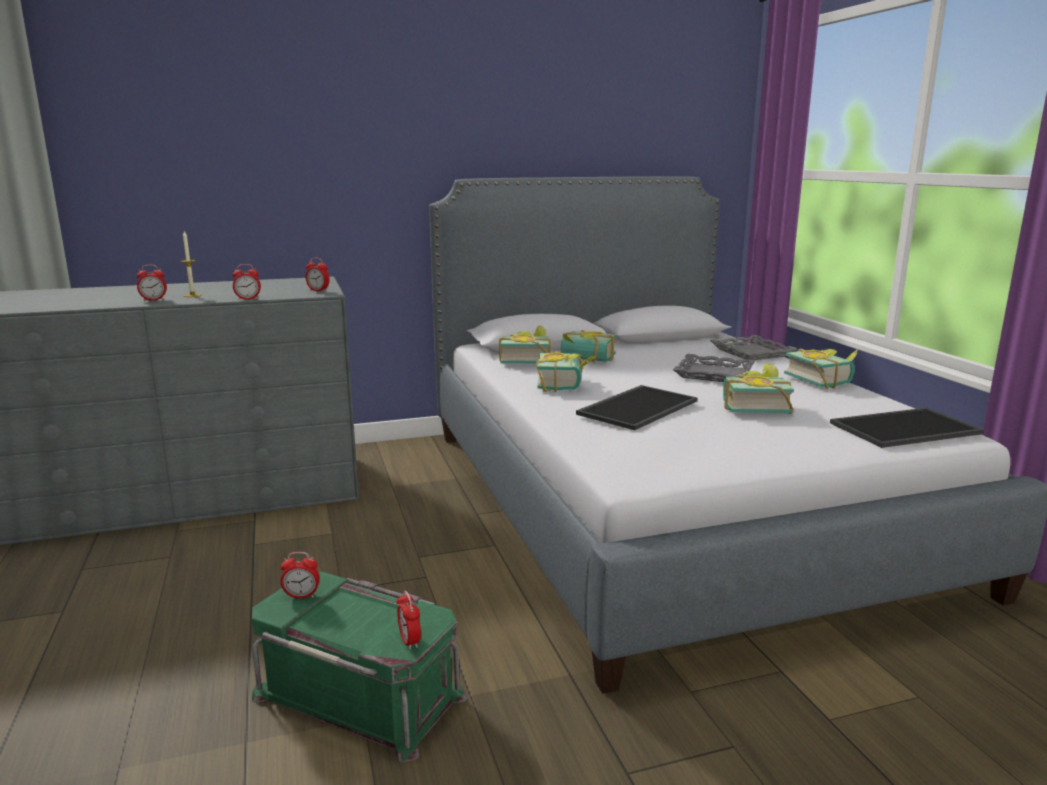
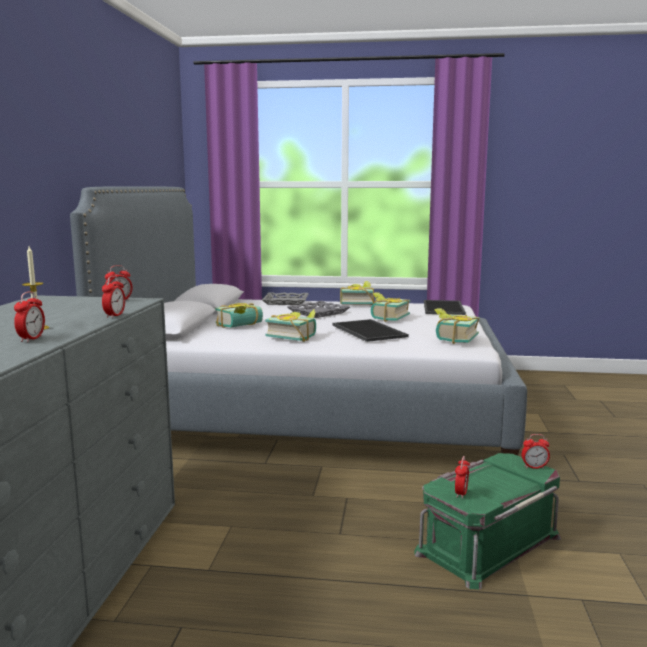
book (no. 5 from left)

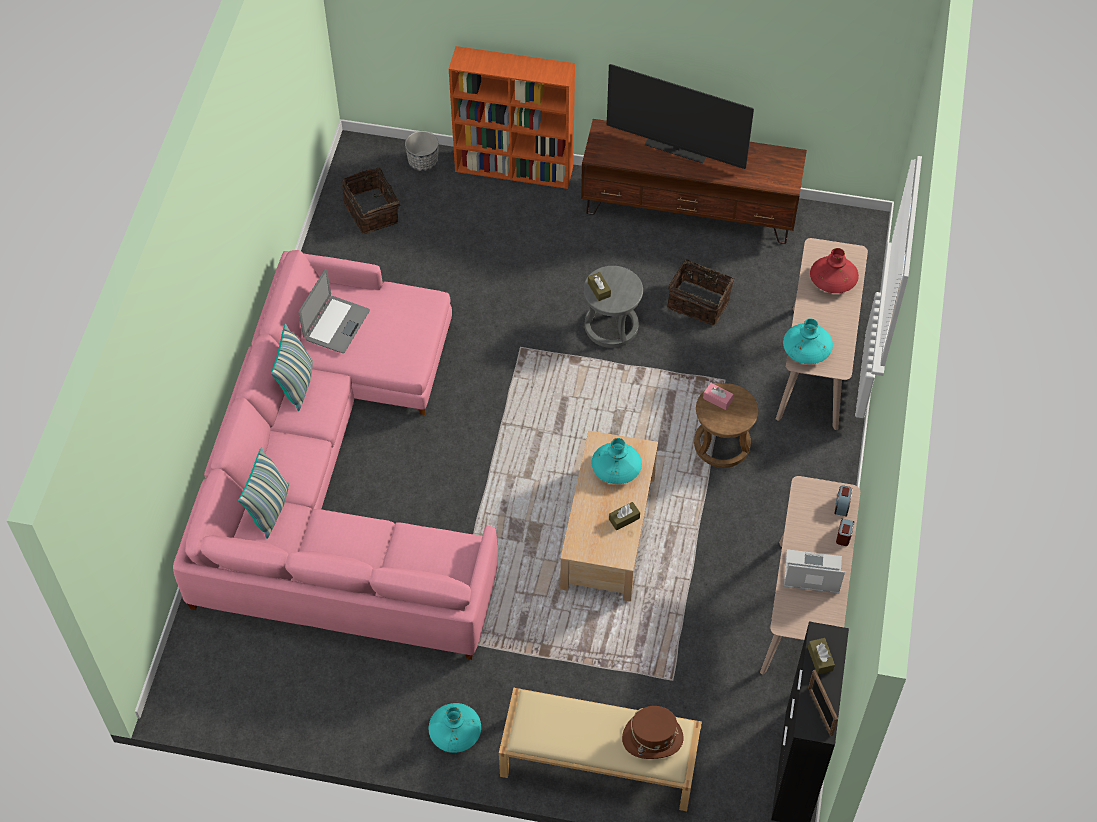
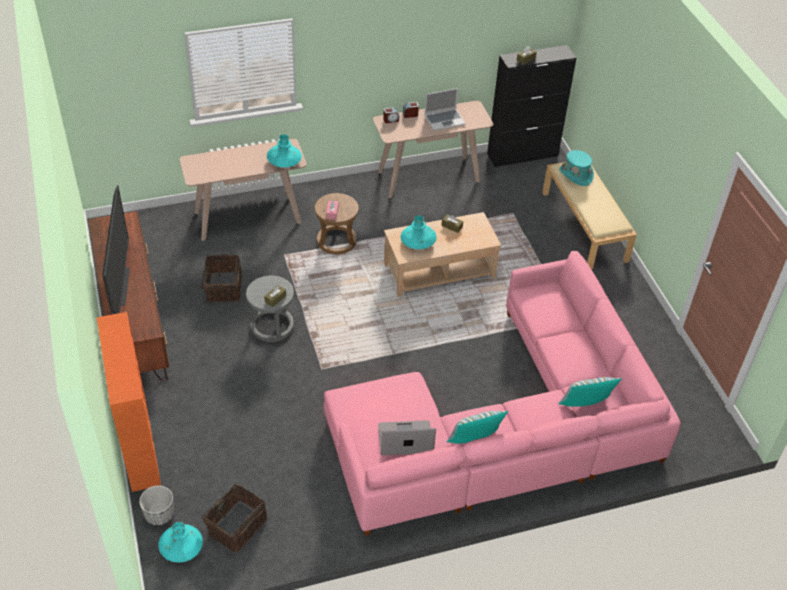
picture frame
vase (red)
vase (turquoise) (no. 1 from left)
hat (turquoise)
laptop (no. 2 from left)

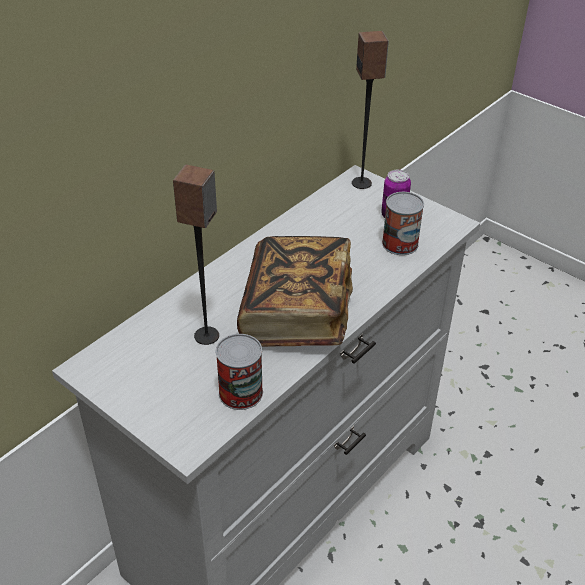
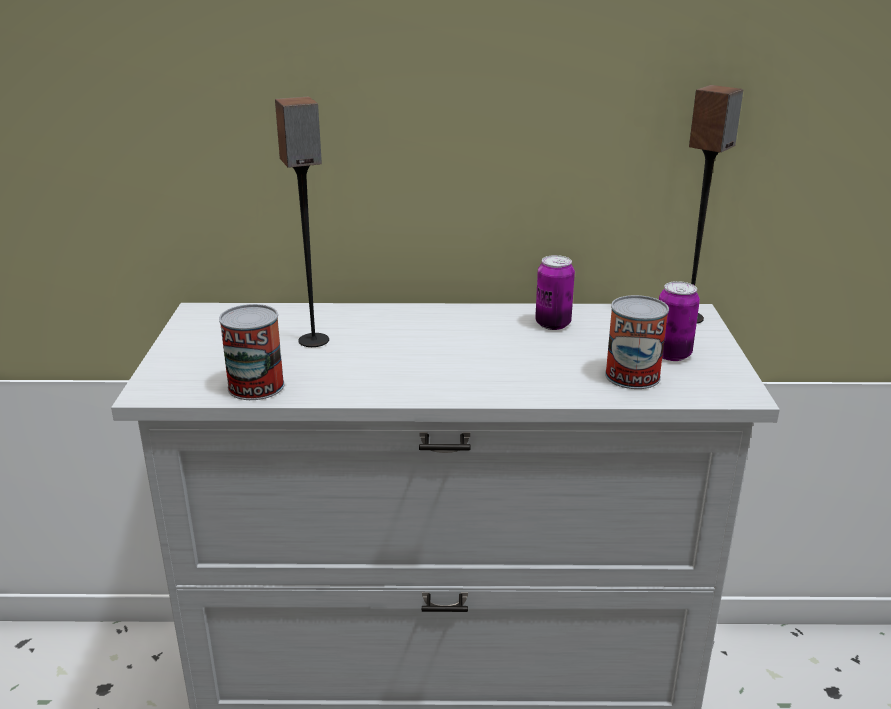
book
can (no. 2 from left)

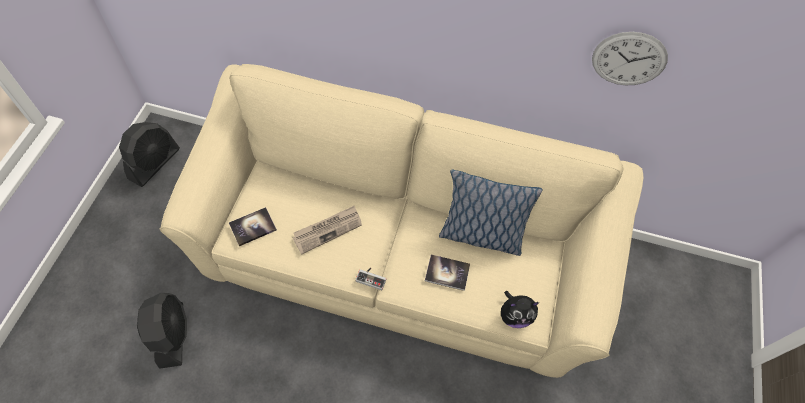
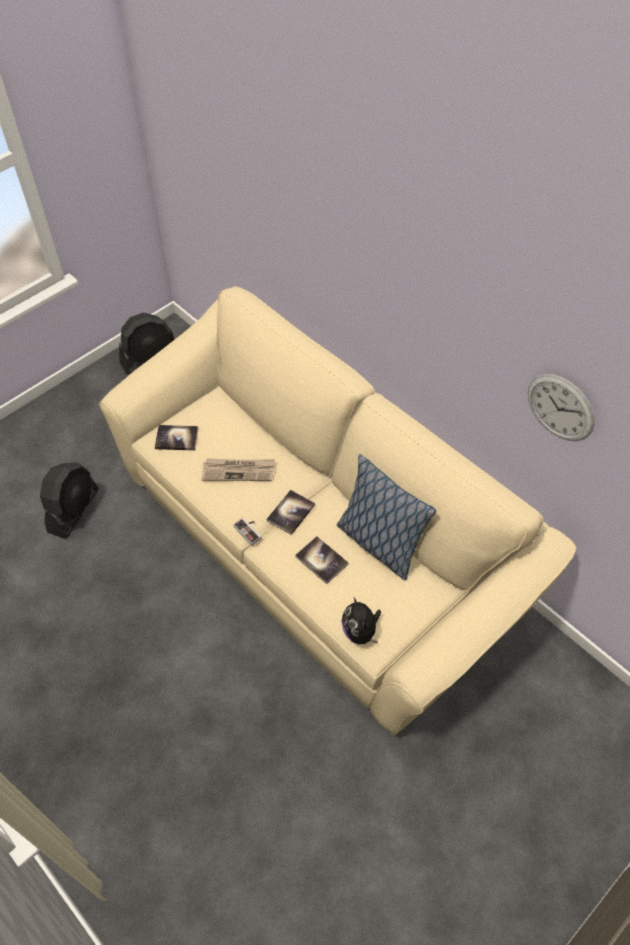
book (no. 2 from left)
plush toy

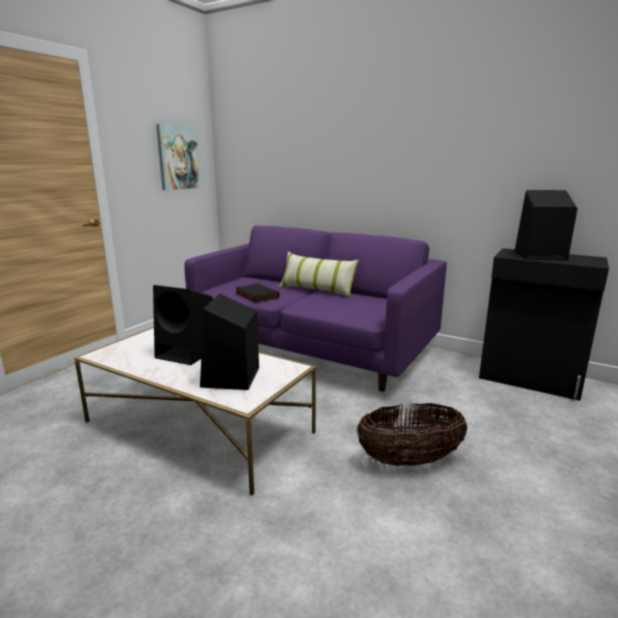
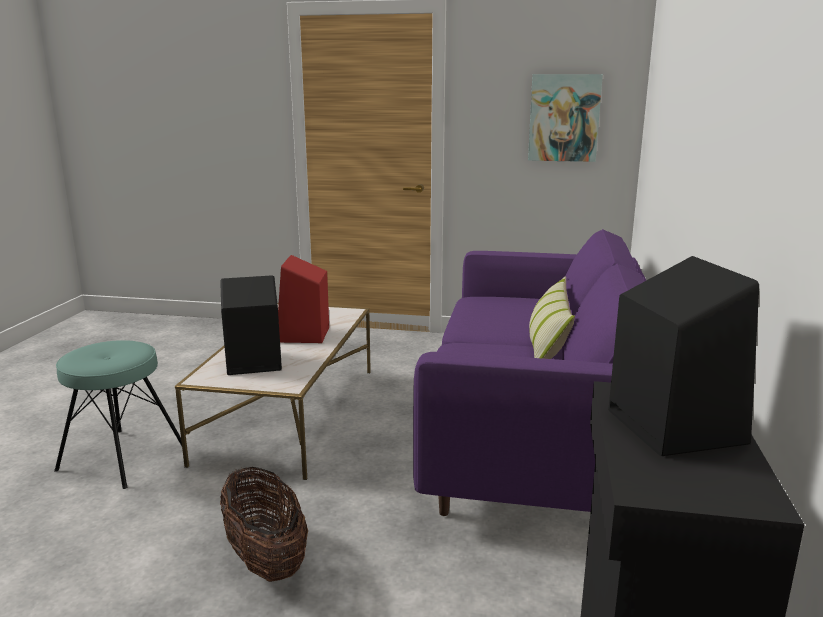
book (black)
stool (turquoise)
speaker (red)

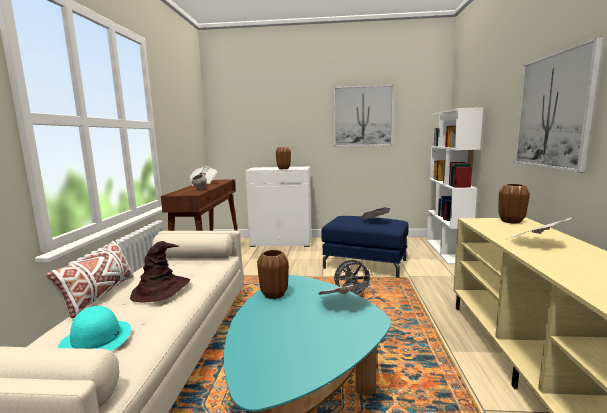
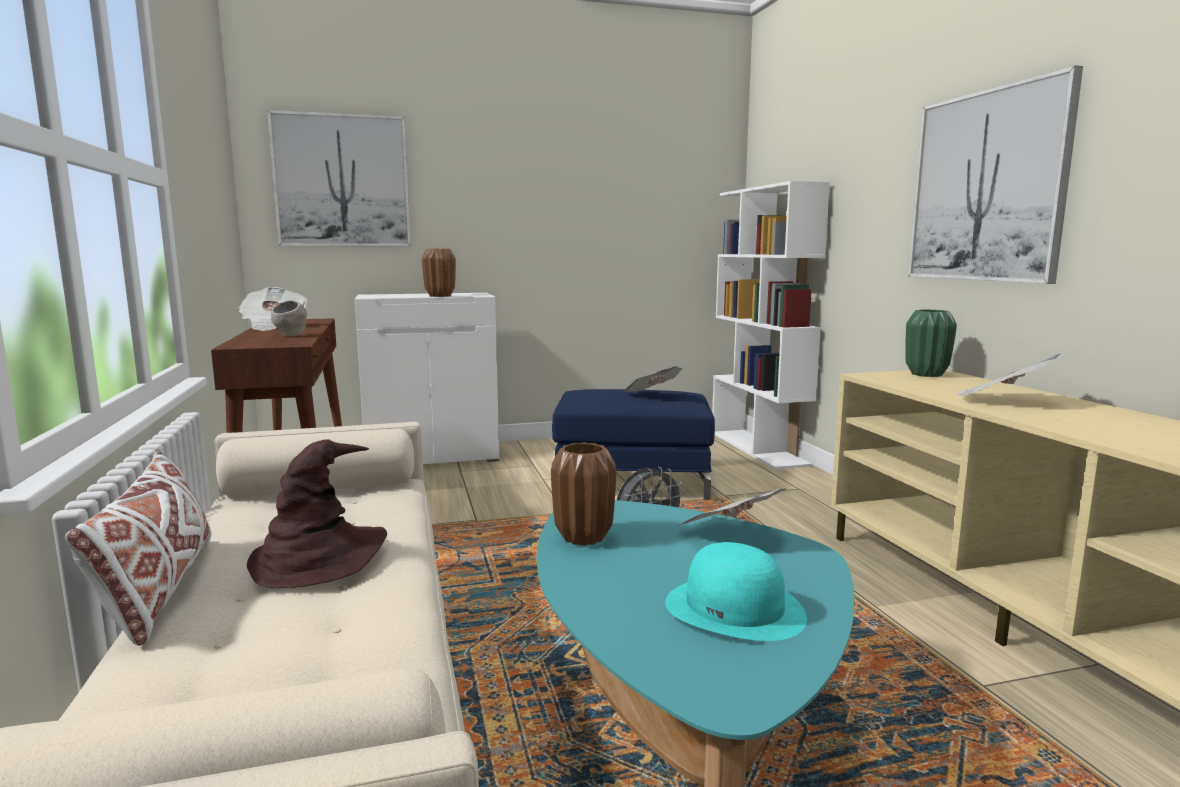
hat (turquoise)
picture (no. 1 from left)
vase (green)

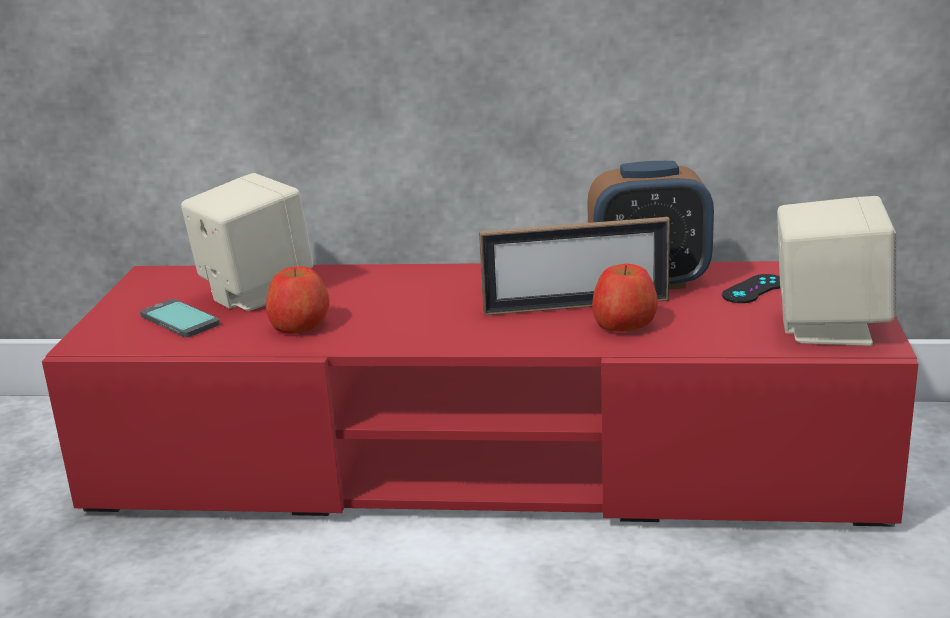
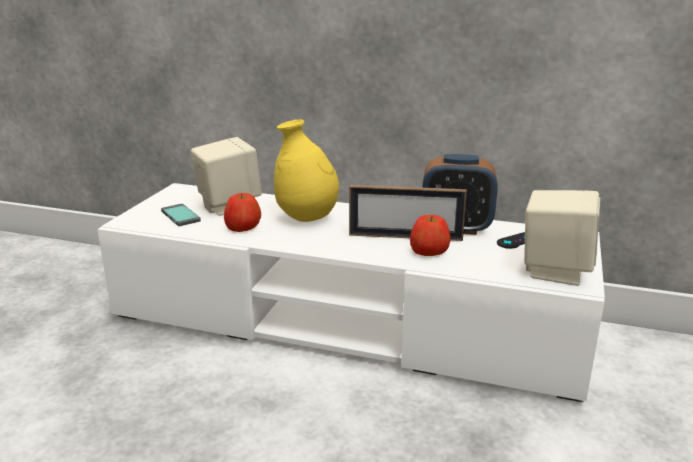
vase (yellow)
tv stand (white)

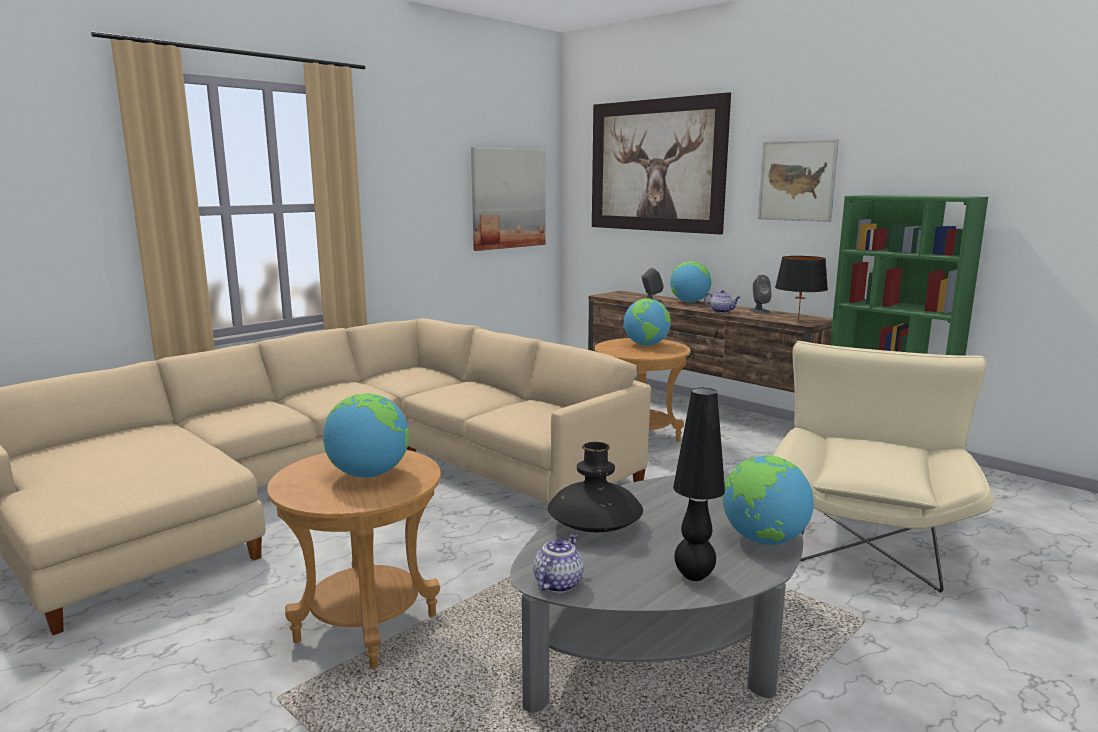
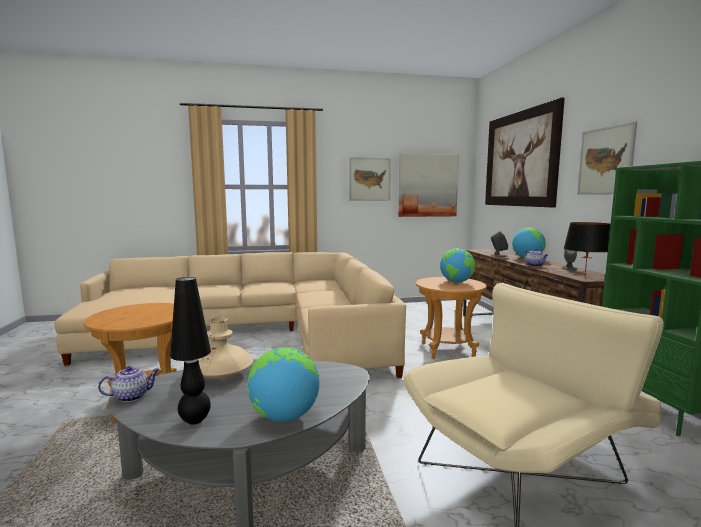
globe (no. 1 from left in the first image)
picture (no. 1 from left)
vase (beige)

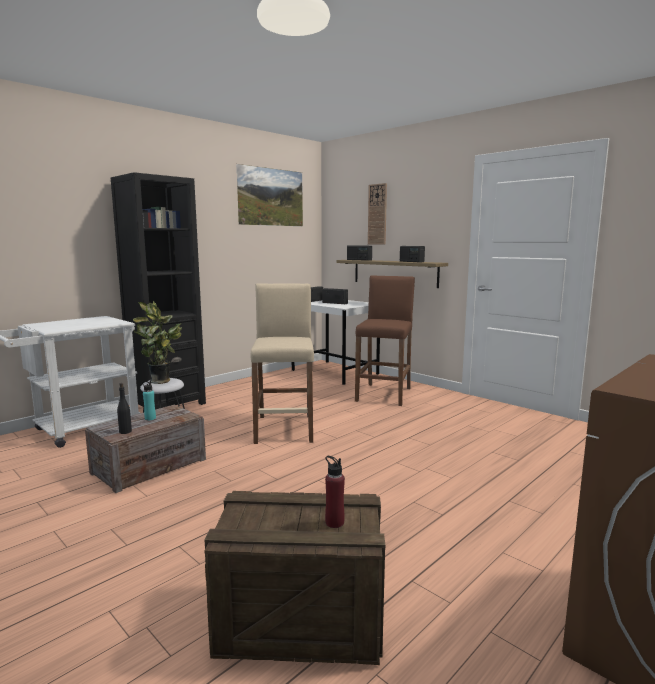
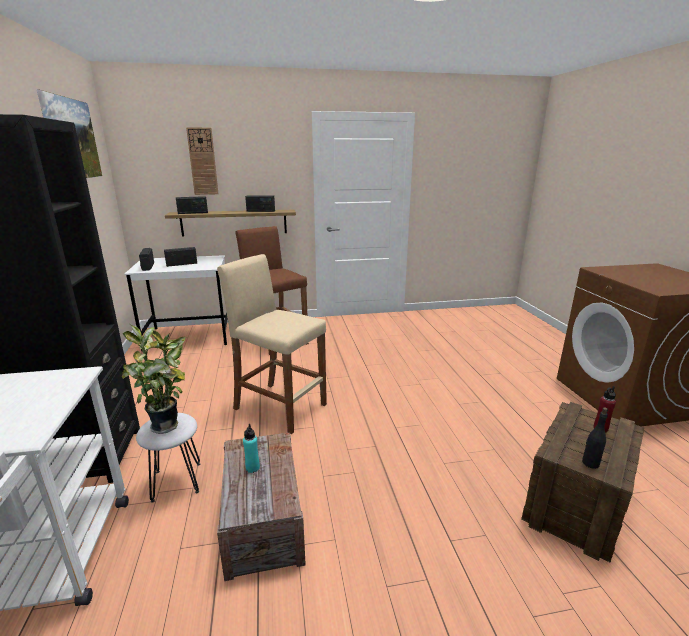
bottle (black)

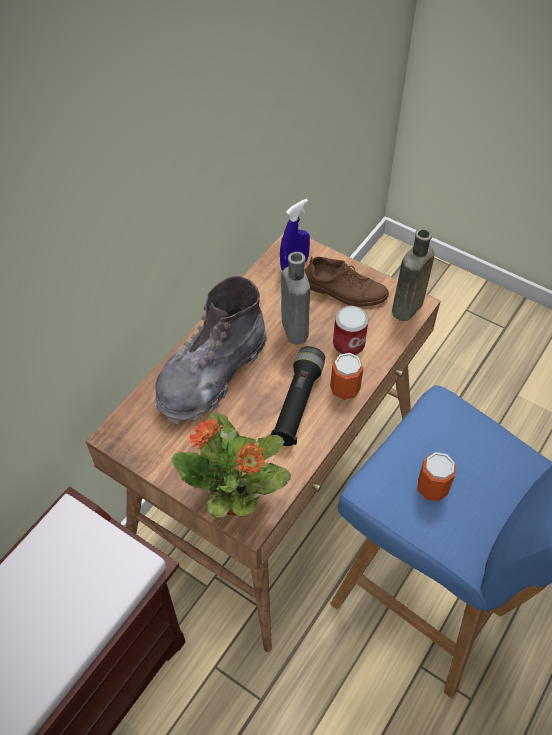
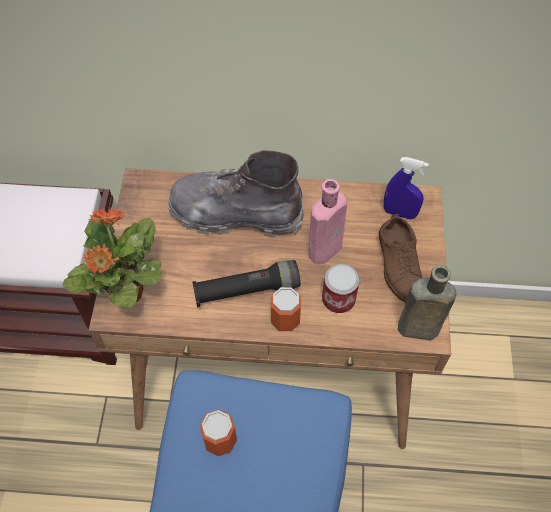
bottle (pink)

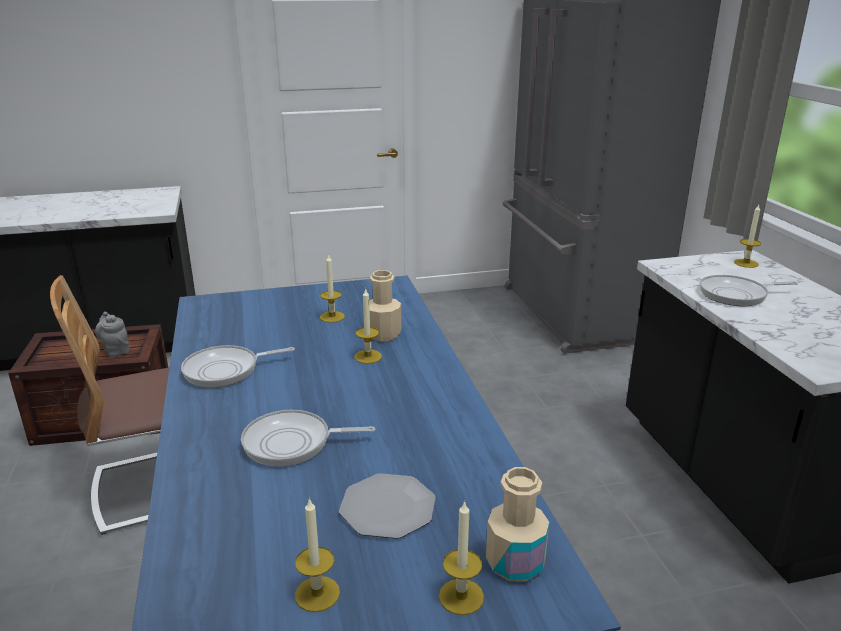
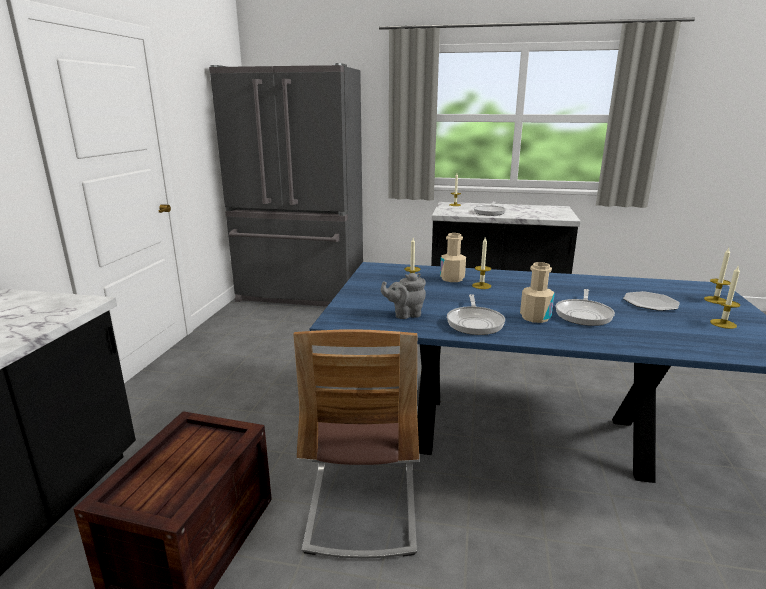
teapot (grey)
bottle (beige) (no. 2 from left)

